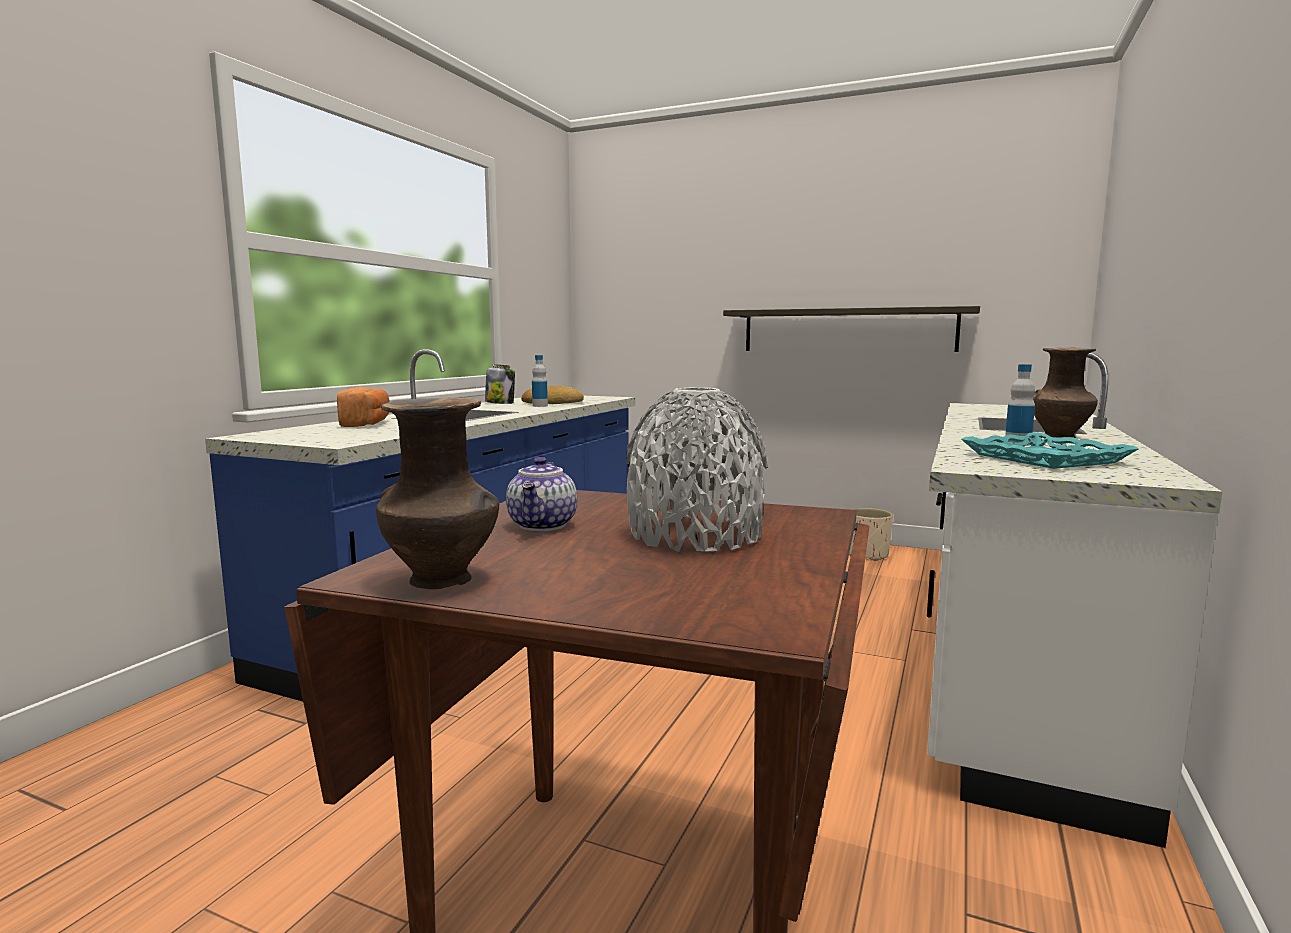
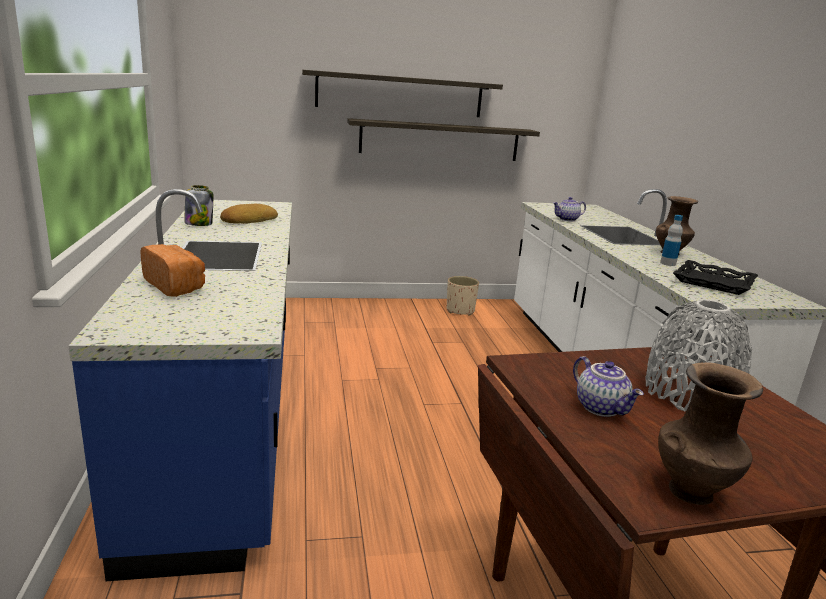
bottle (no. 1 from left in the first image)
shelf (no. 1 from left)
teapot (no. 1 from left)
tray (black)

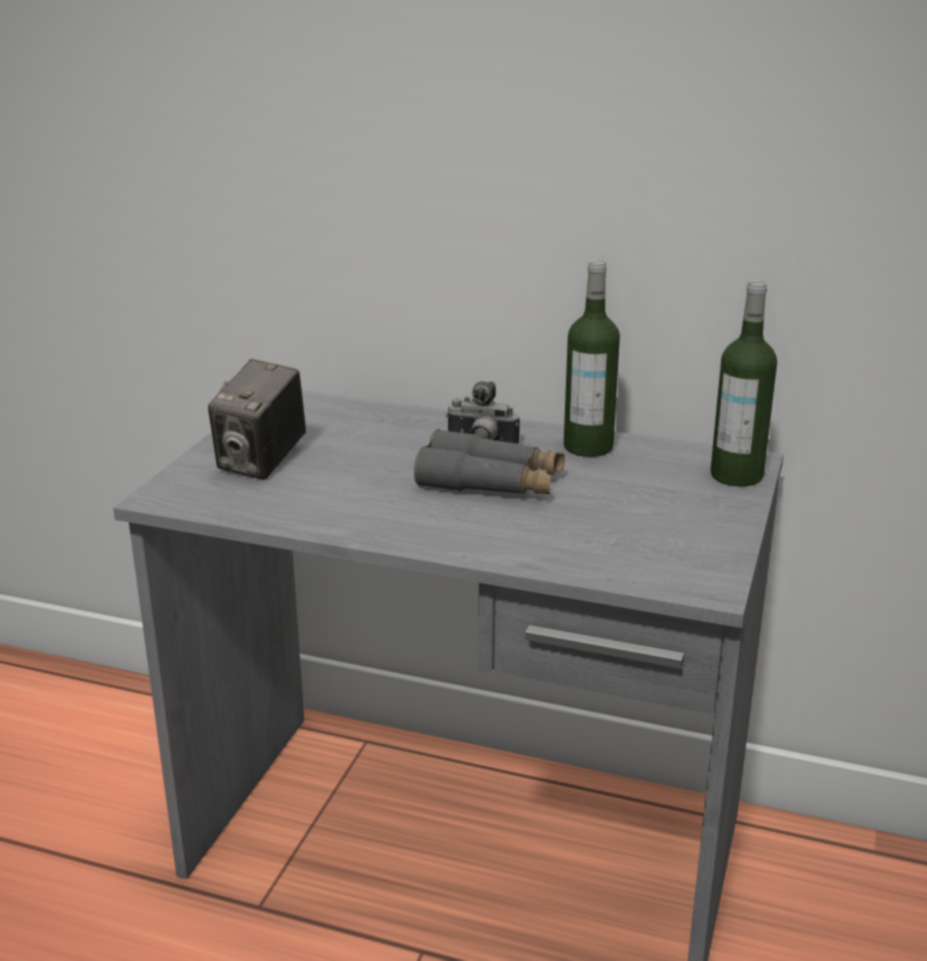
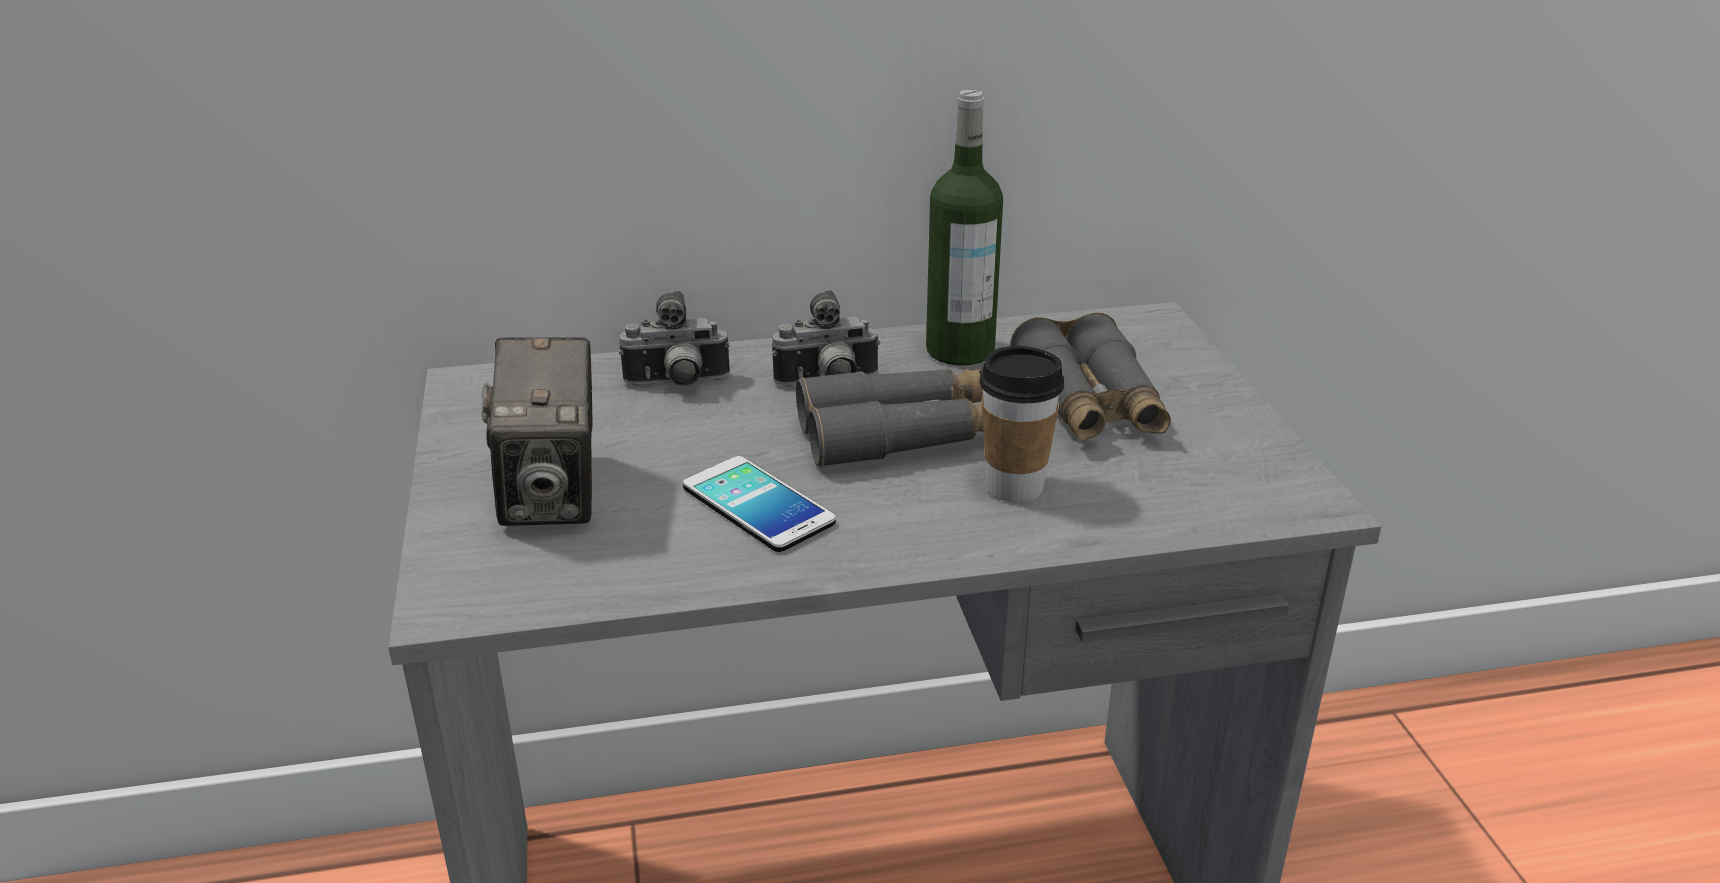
bottle (no. 2 from left in the first image)
photo camera (no. 2 from left)
phone
cup
binoculars (grey) (no. 2 from left)

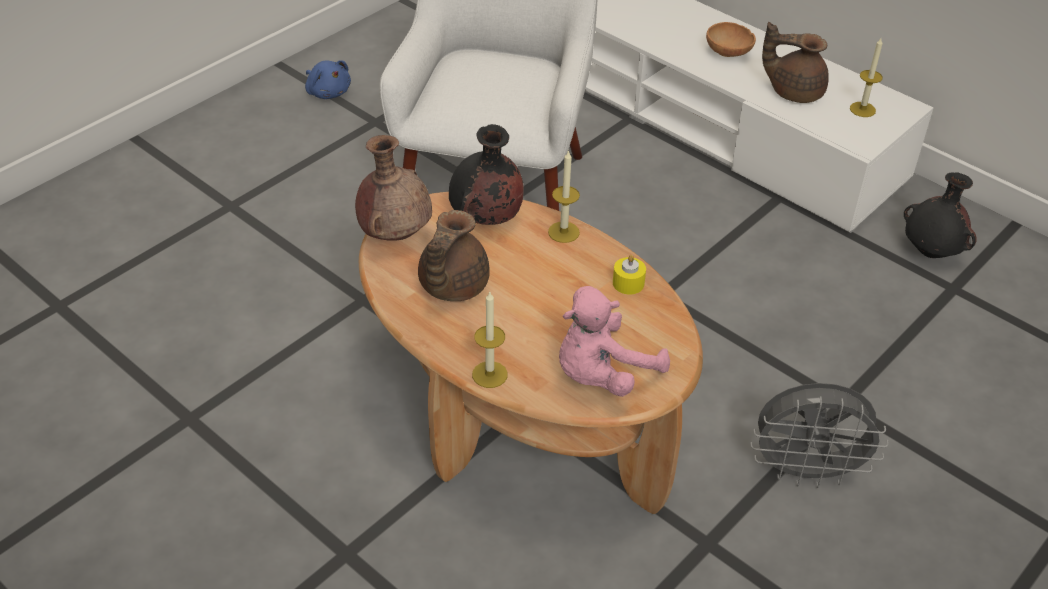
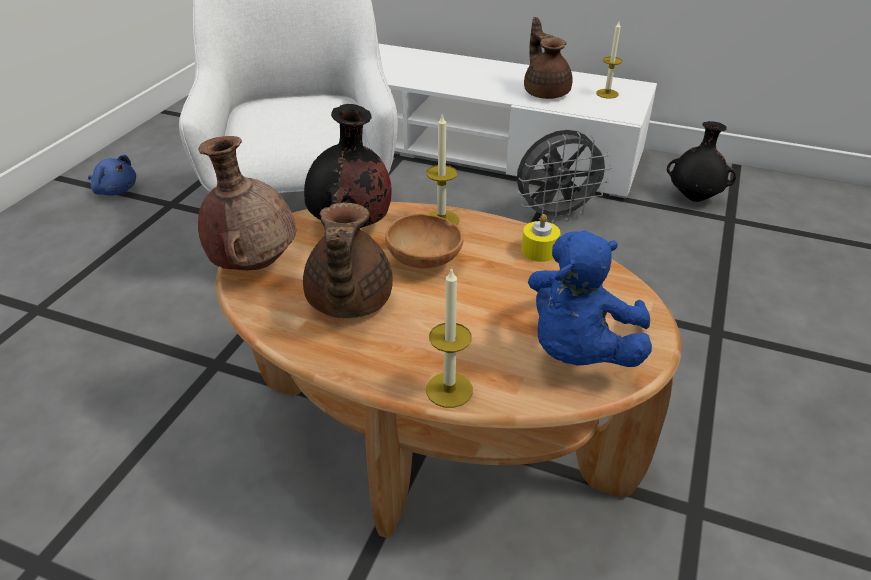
bowl (brown)
fan (grey)
plush toy (blue) (no. 2 from left)
teapot (brown) (no. 2 from left)

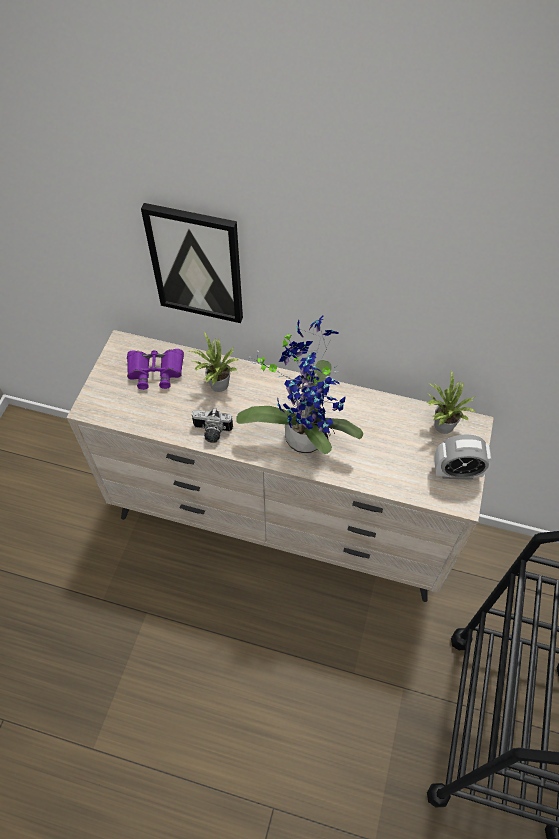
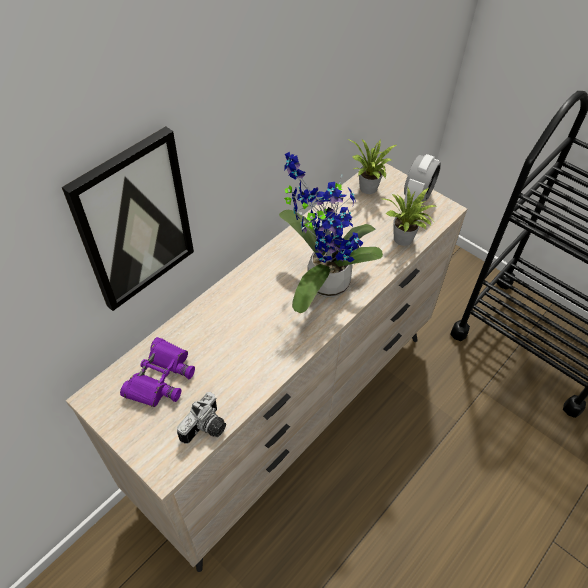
potted plant (no. 3 from left)
photo camera

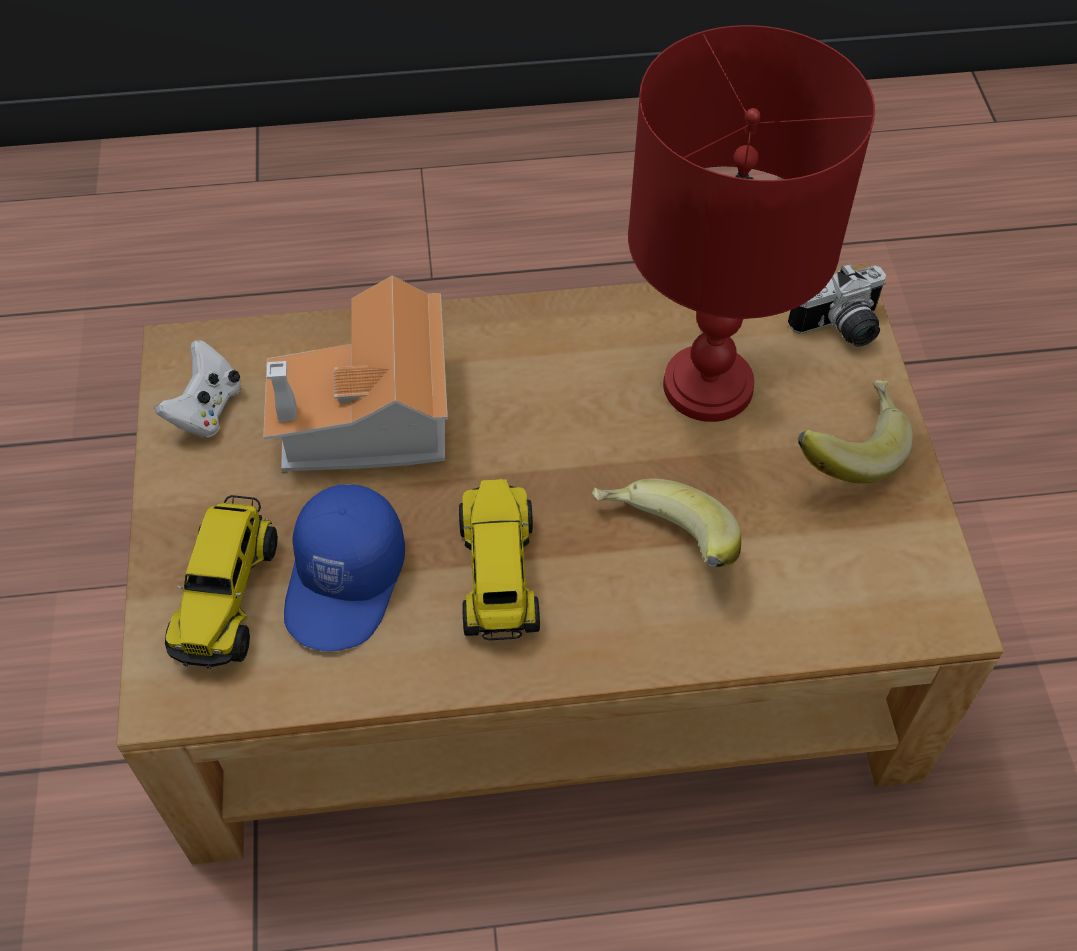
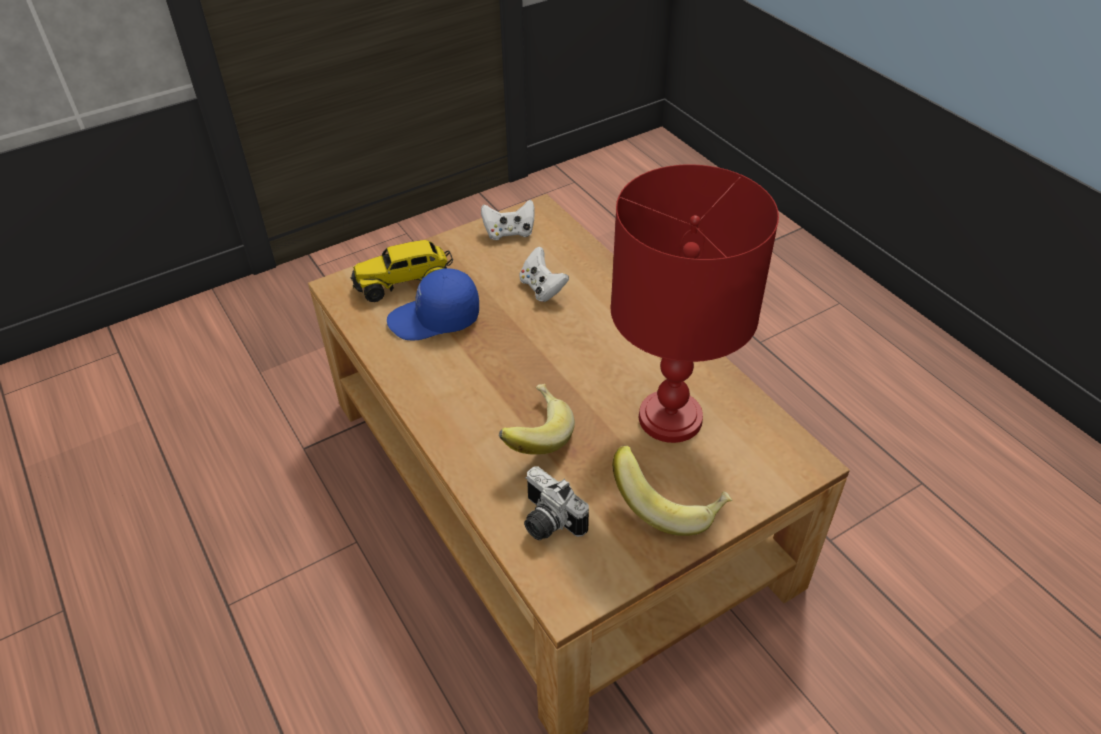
toy truck (no. 2 from left in the first image)
photo camera
game controller (white) (no. 2 from left)

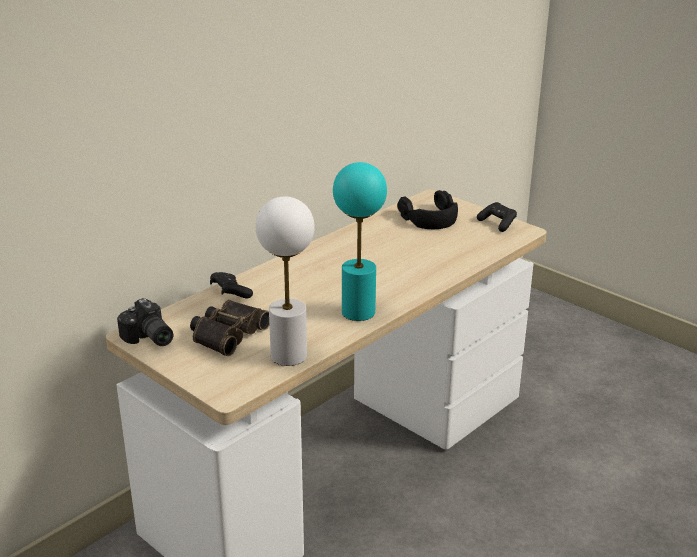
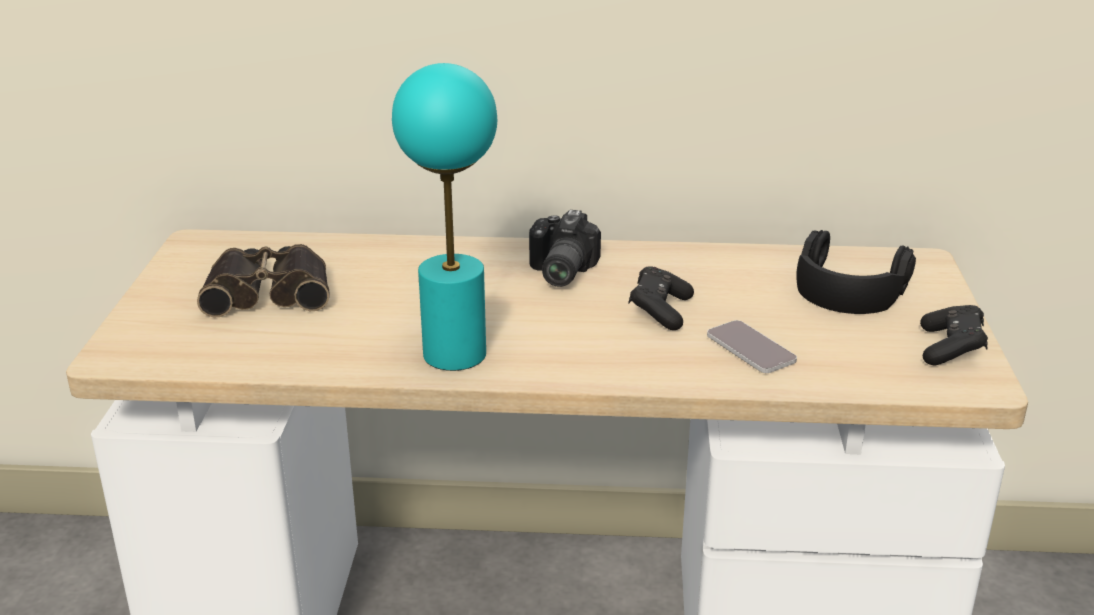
table lamp (white)
phone
photo camera
game controller (black) (no. 1 from left)

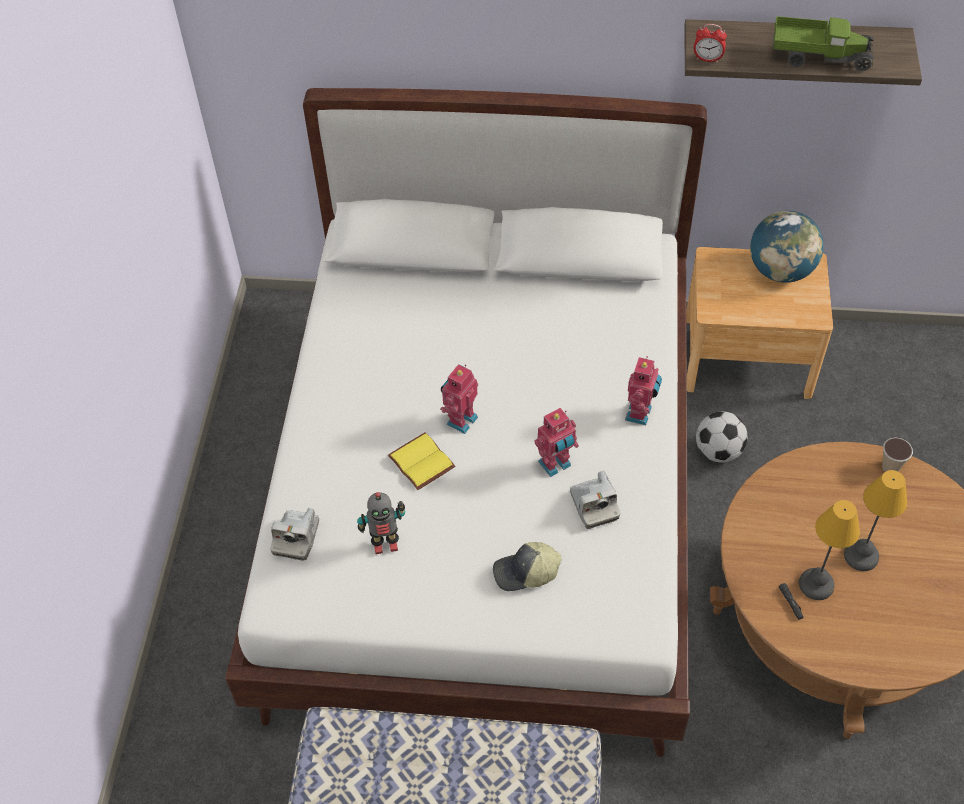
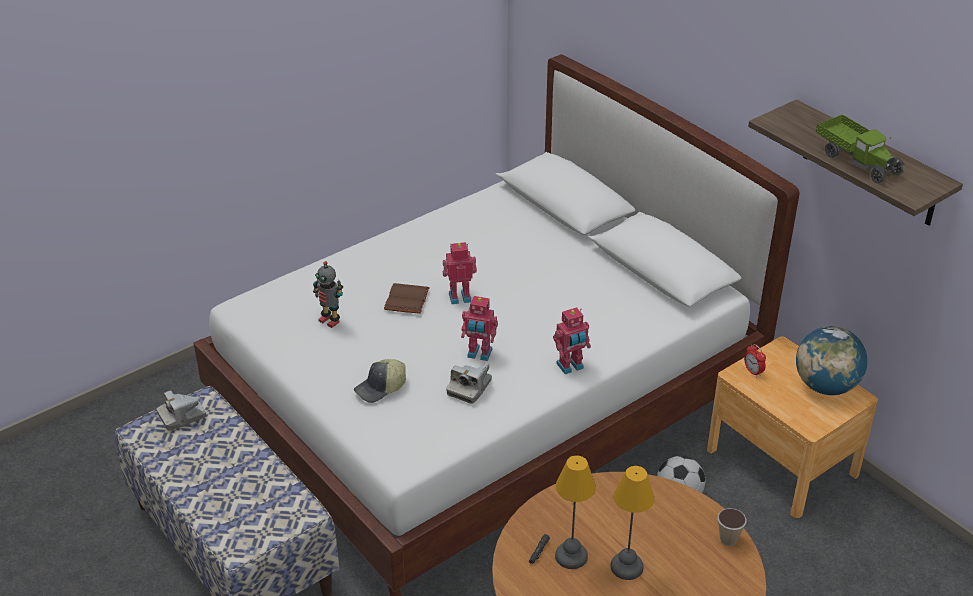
photo camera (no. 1 from left)
alarm clock
book (brown)
cap

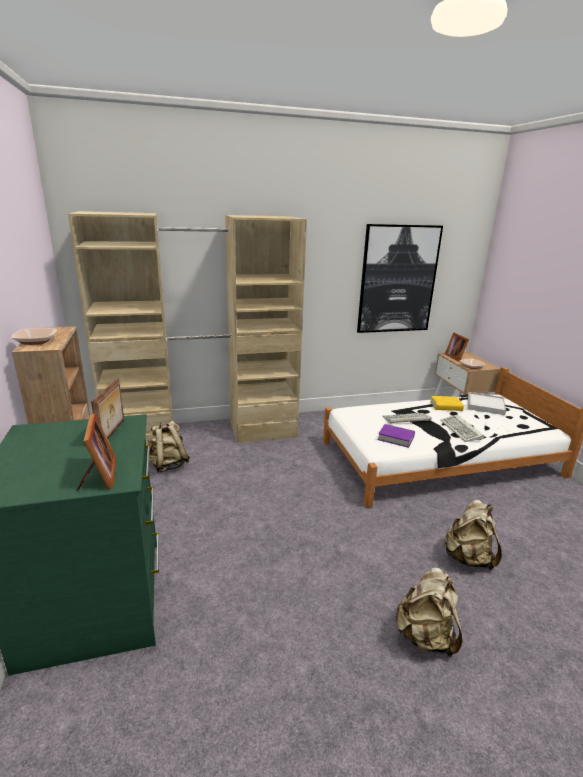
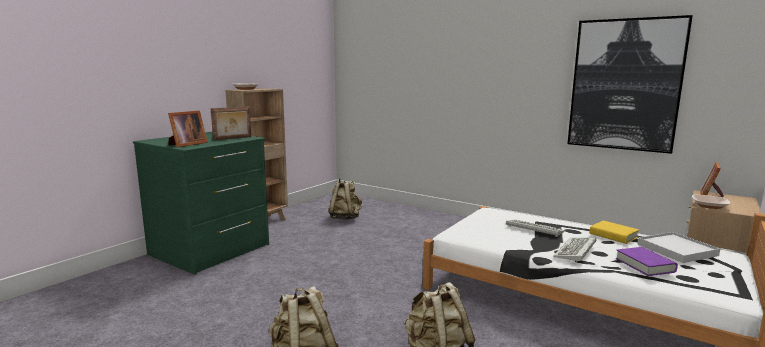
wardrobe (beige)
book (purple)

